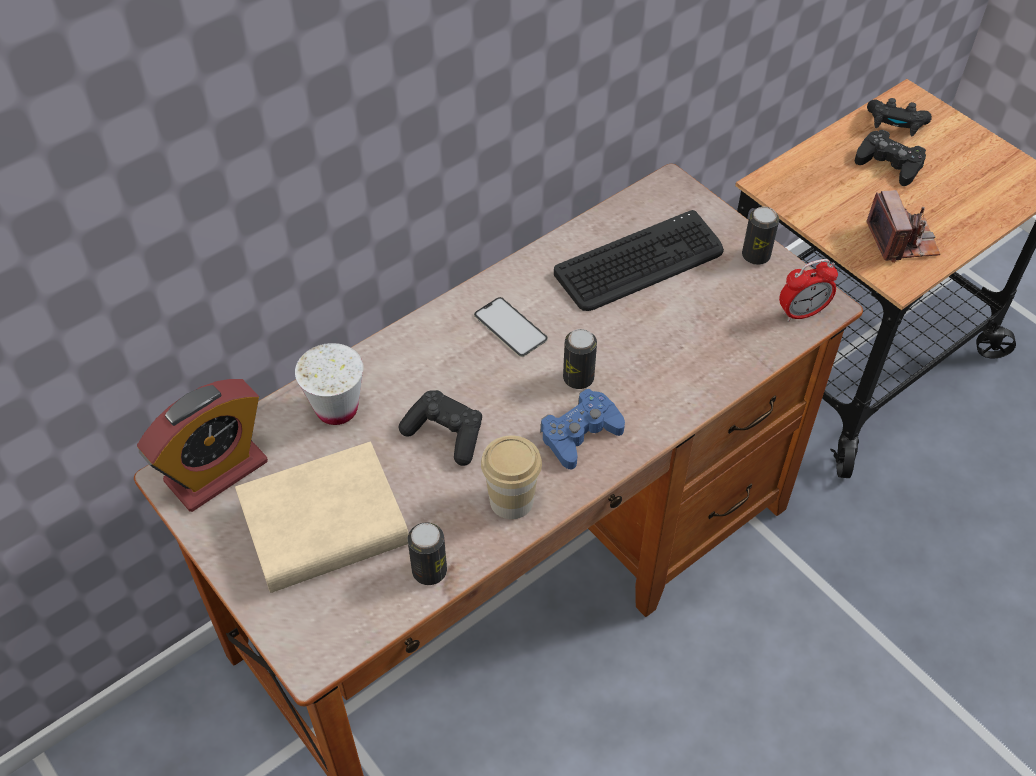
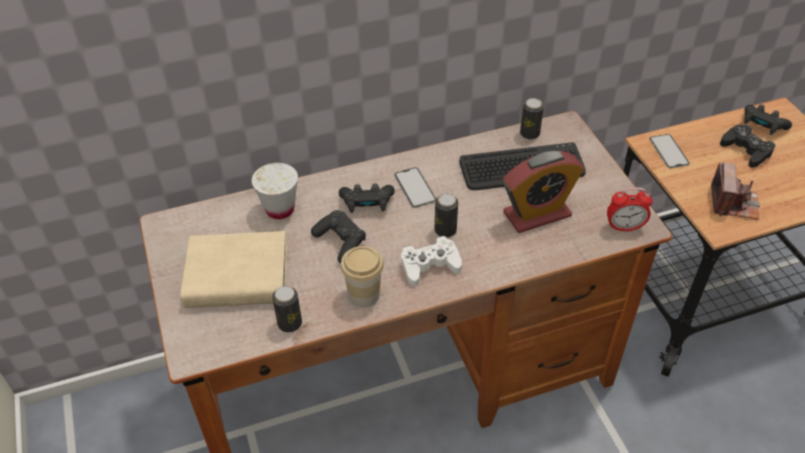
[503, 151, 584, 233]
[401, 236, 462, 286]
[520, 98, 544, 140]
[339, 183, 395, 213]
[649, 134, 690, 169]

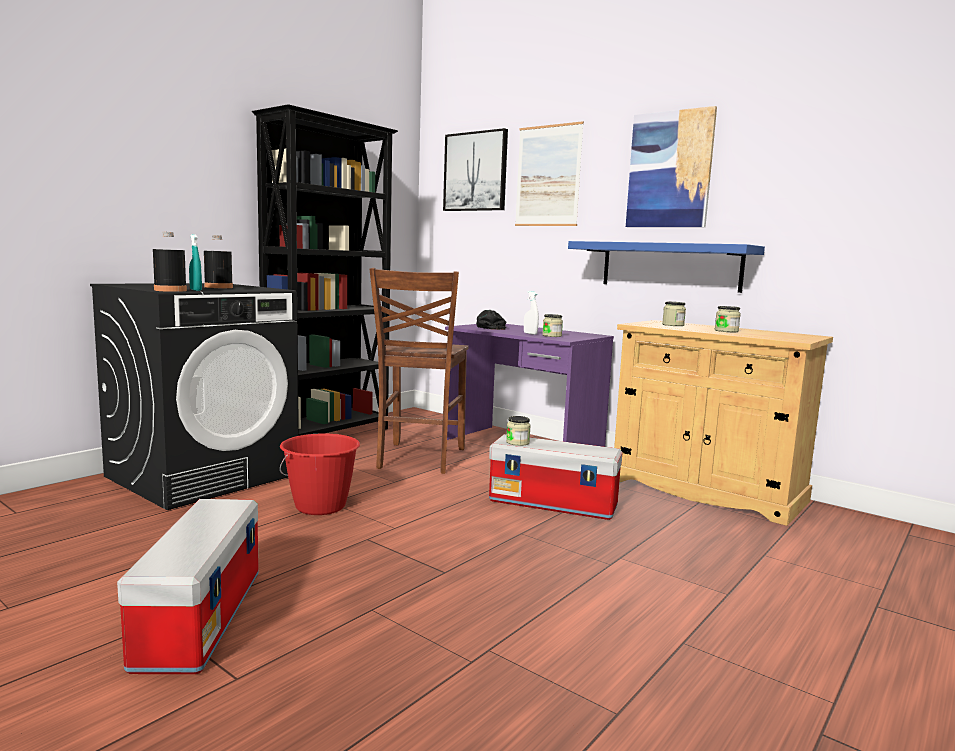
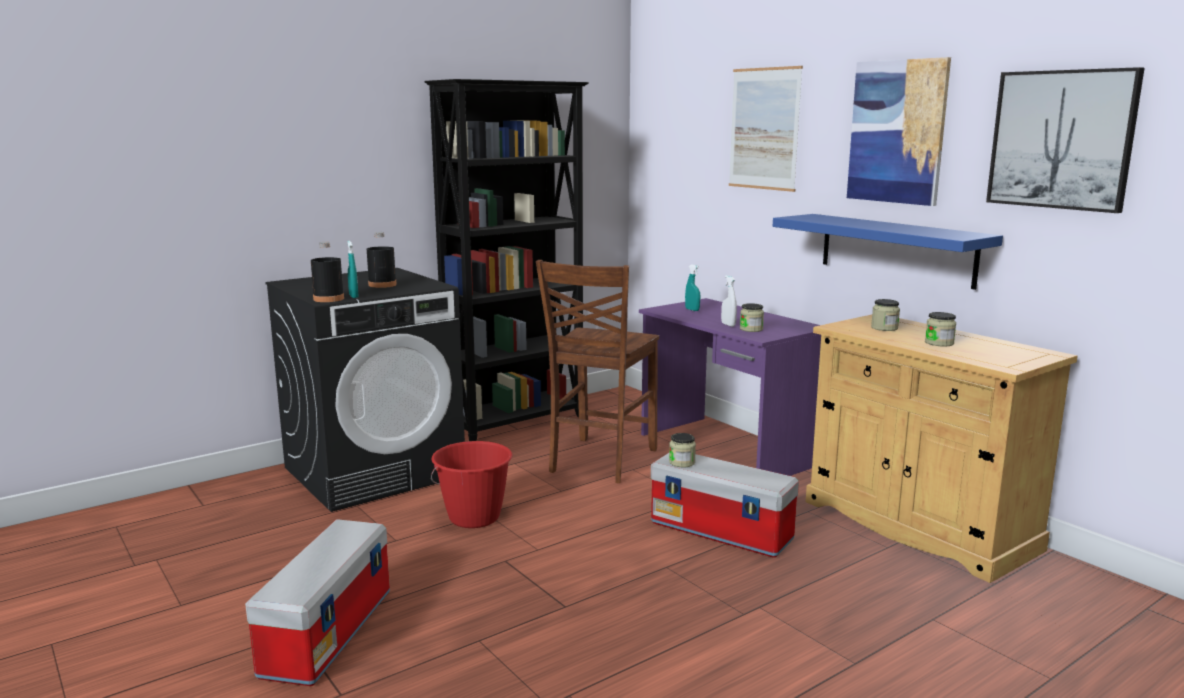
[986, 67, 1144, 213]
[685, 264, 700, 311]

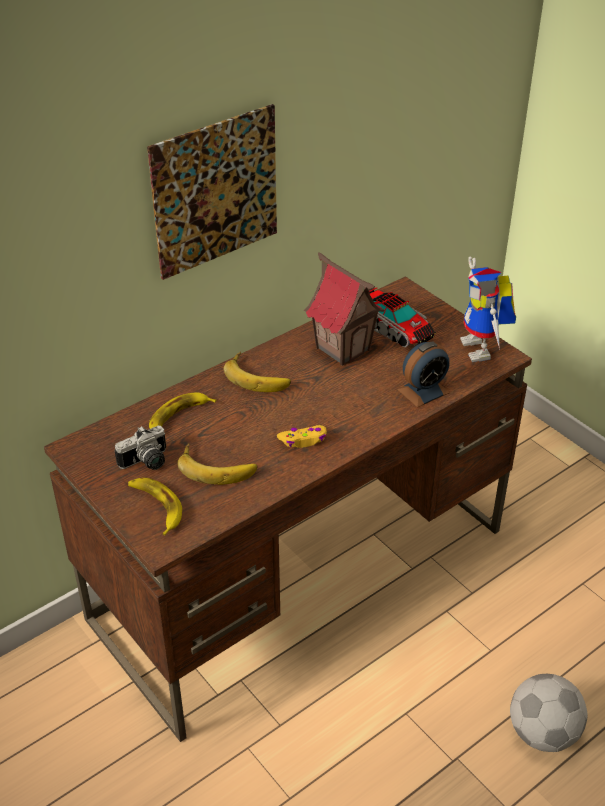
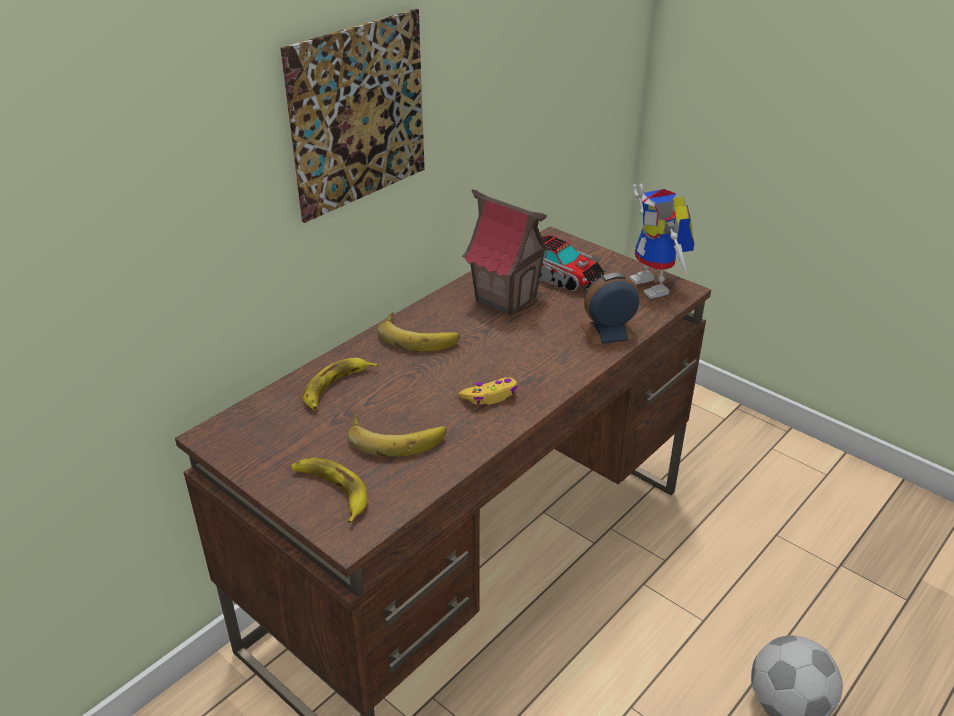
[115, 426, 166, 470] (first image)
[581, 273, 639, 346]

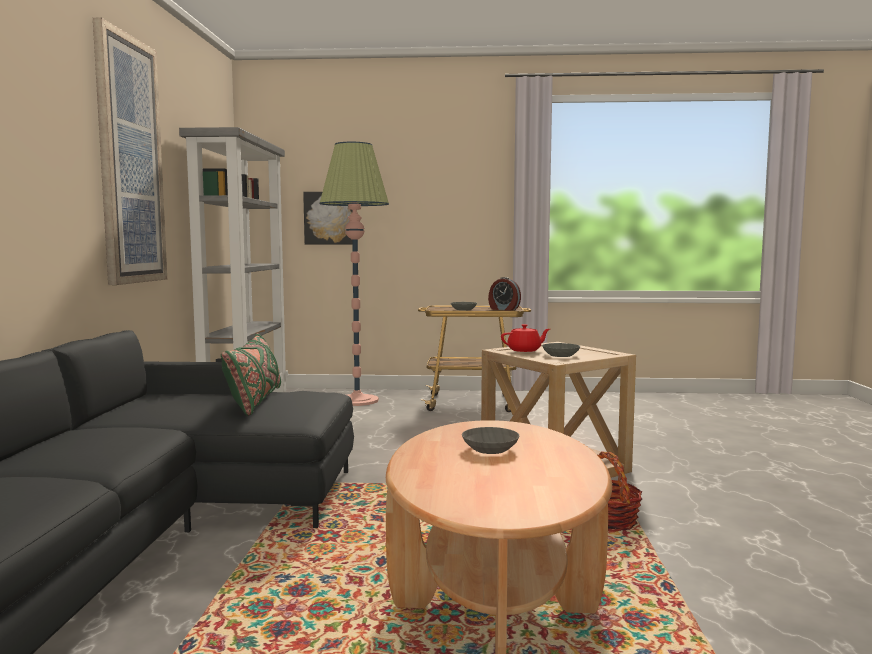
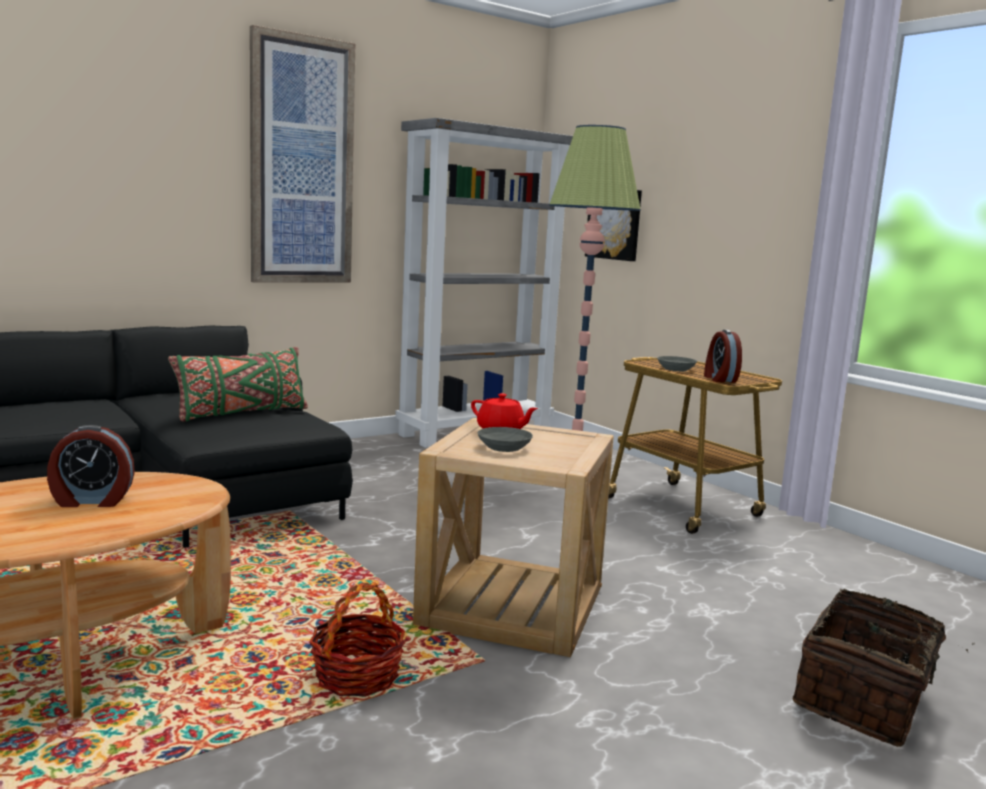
[47, 425, 135, 507]
[793, 589, 973, 747]

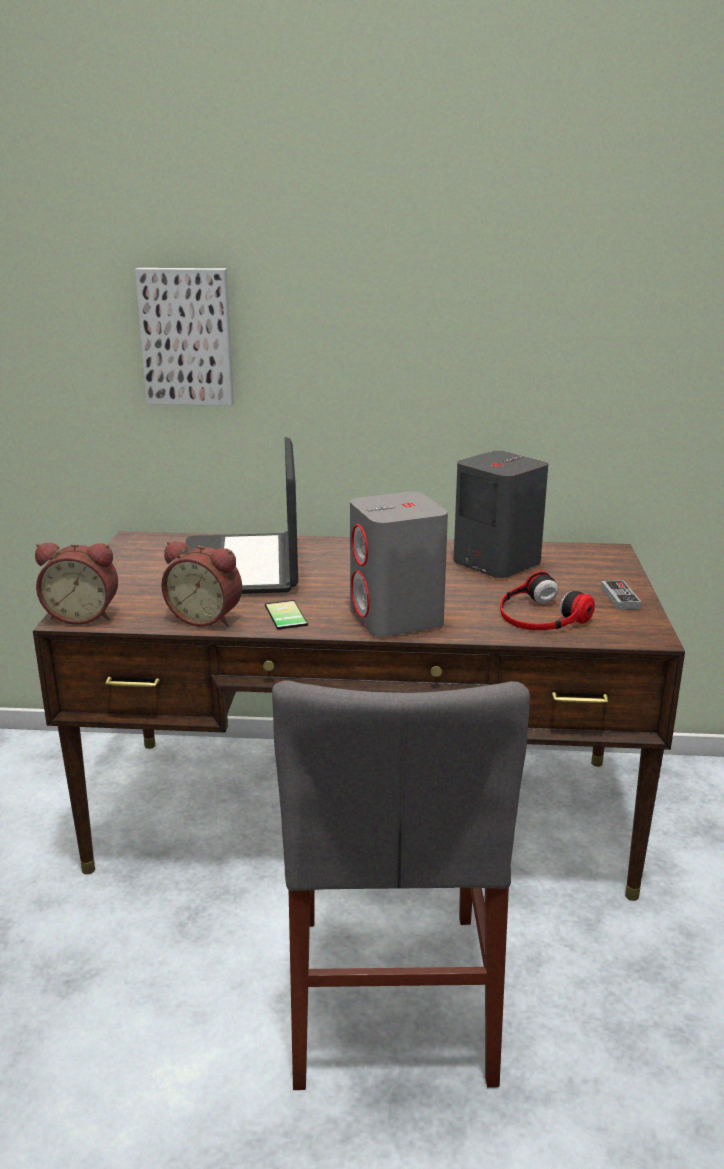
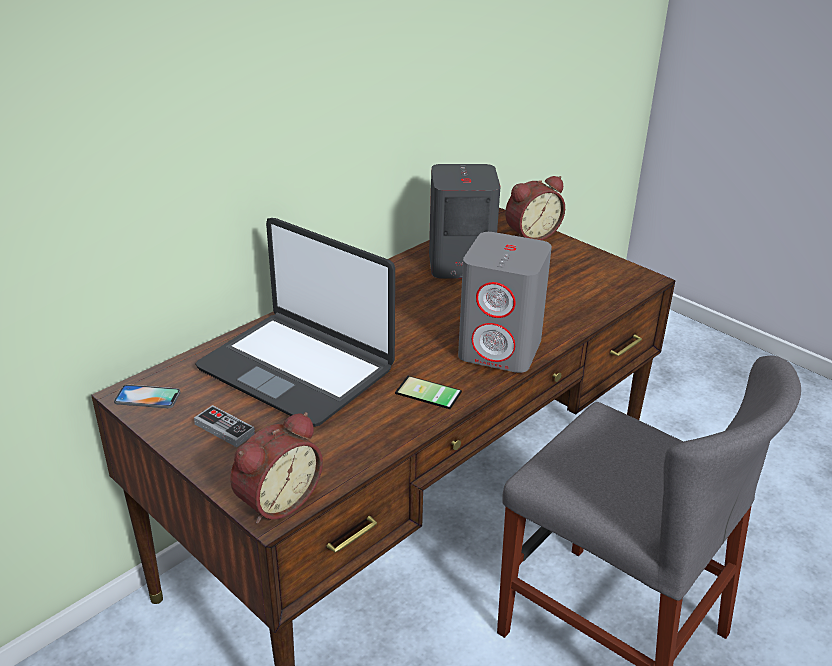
[135, 268, 234, 406] (first image)
[505, 176, 565, 240]
[500, 571, 595, 630] (first image)
[194, 405, 255, 447]
[114, 384, 181, 408]

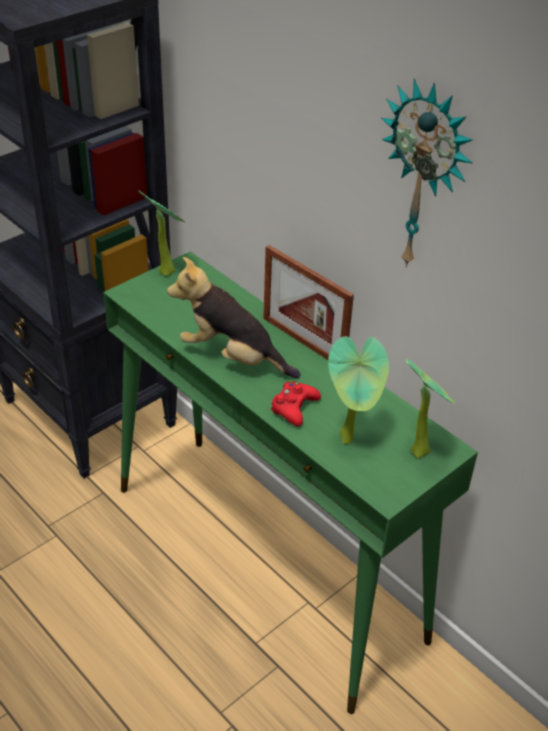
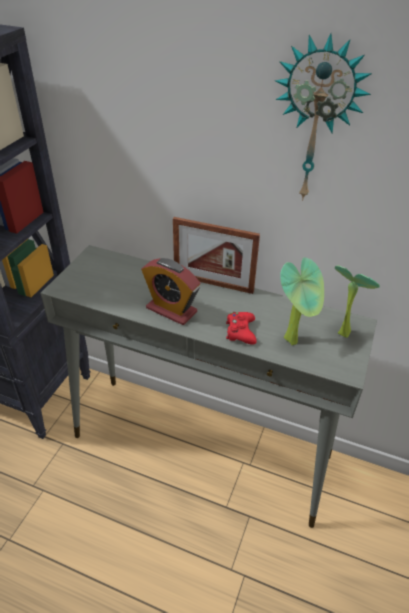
[40, 245, 377, 528]
[139, 191, 185, 277] (first image)
[141, 258, 200, 325]

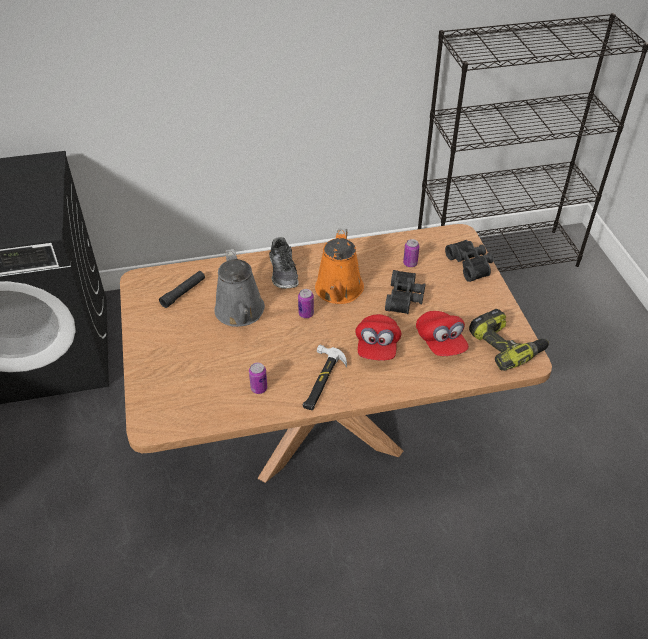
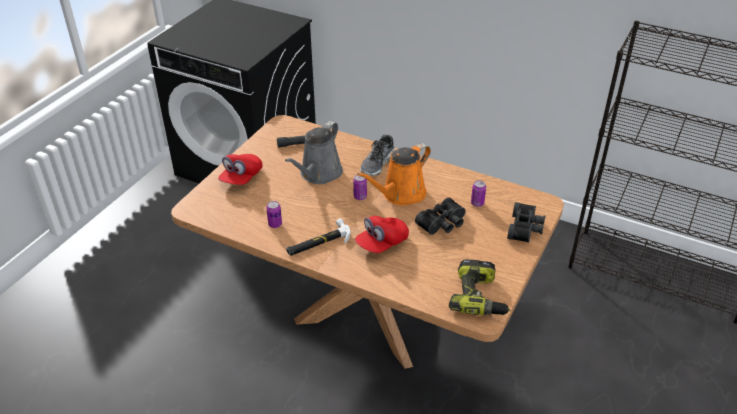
[218, 154, 263, 185]

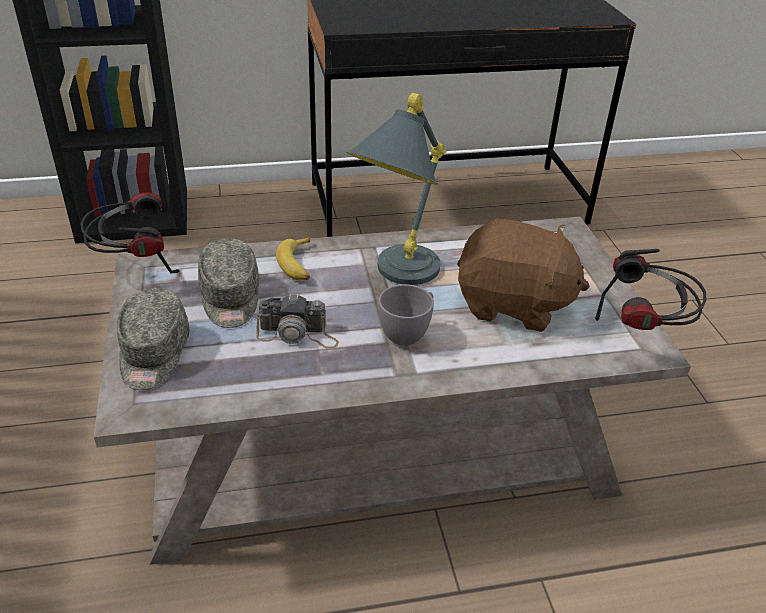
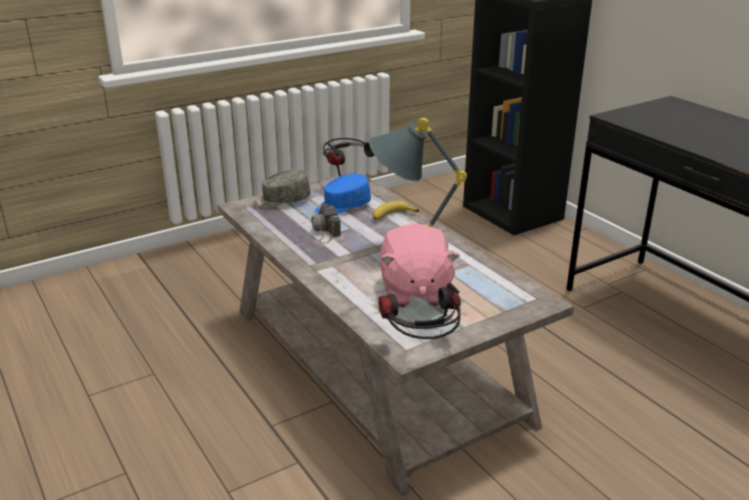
[315, 174, 371, 214]
[379, 284, 434, 346] (first image)
[380, 223, 460, 307]

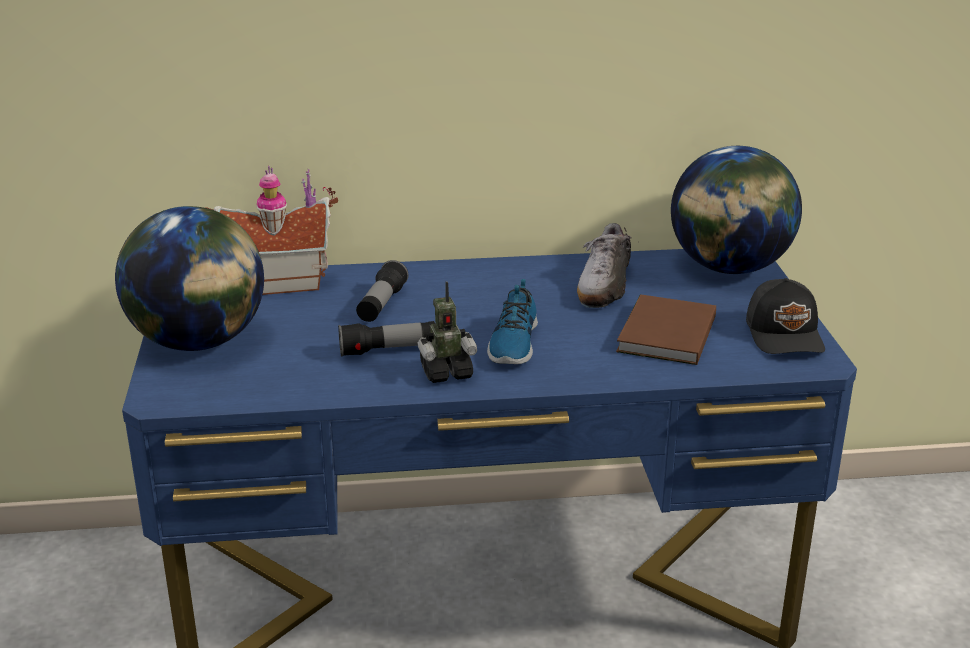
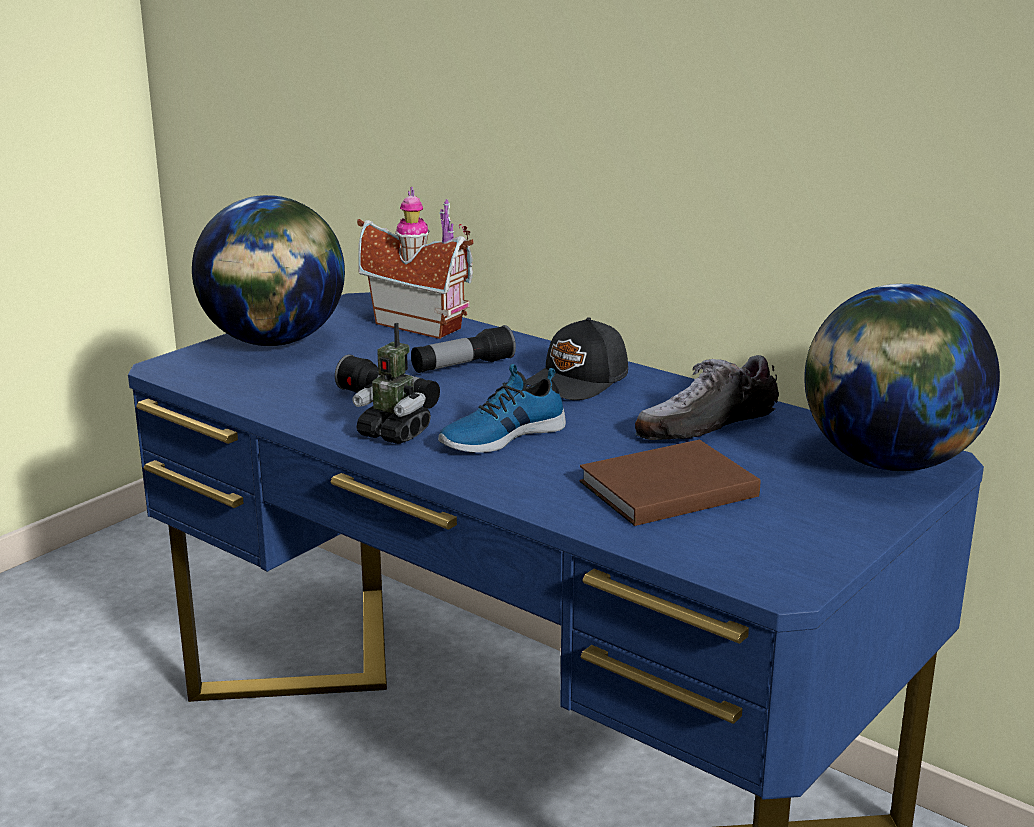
[526, 317, 628, 400]

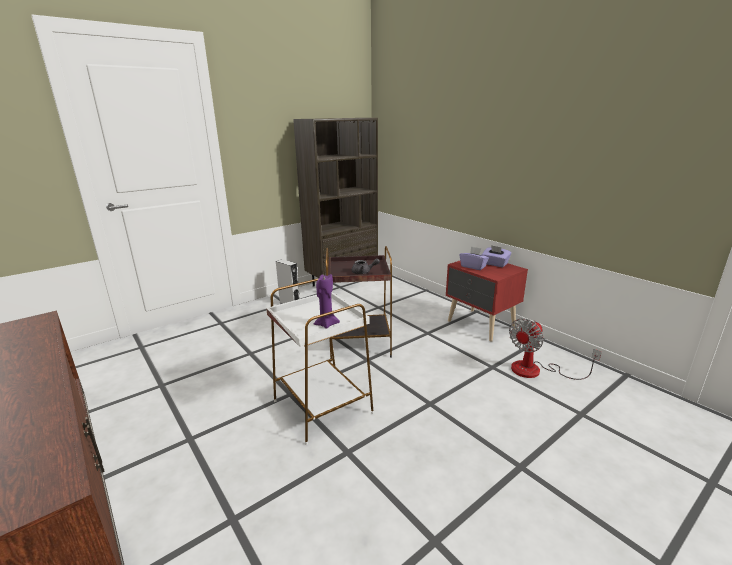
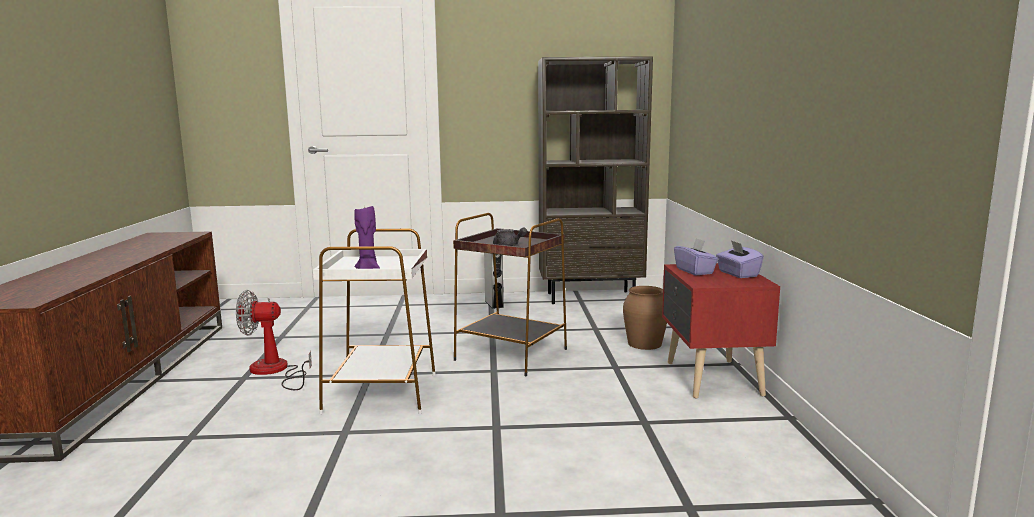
[236, 290, 312, 390]
[623, 286, 667, 350]

